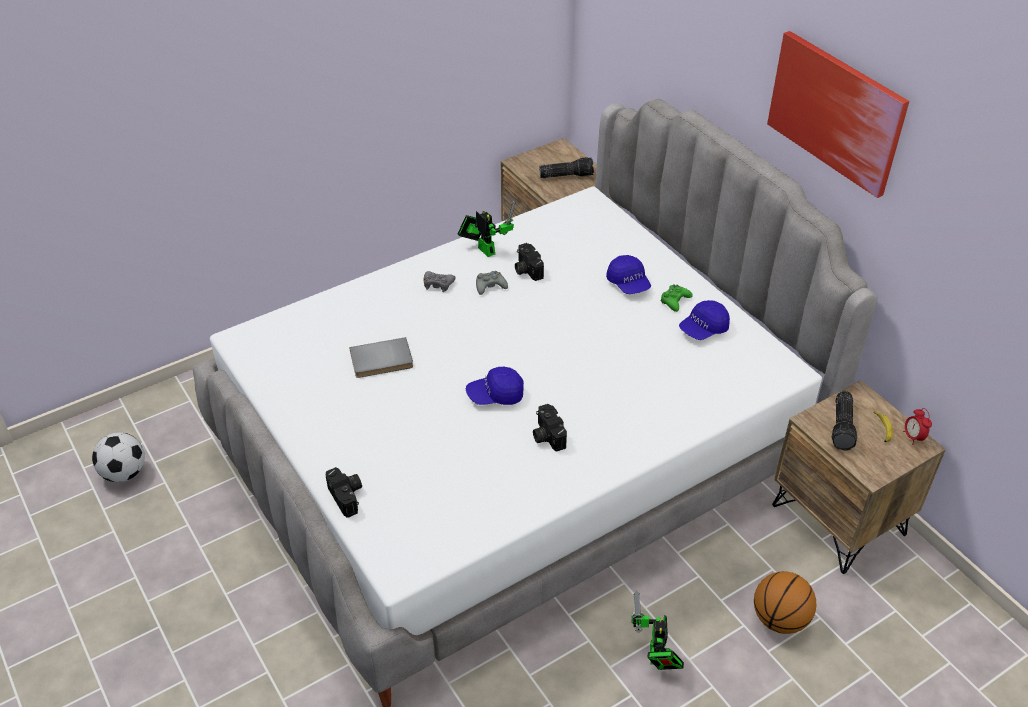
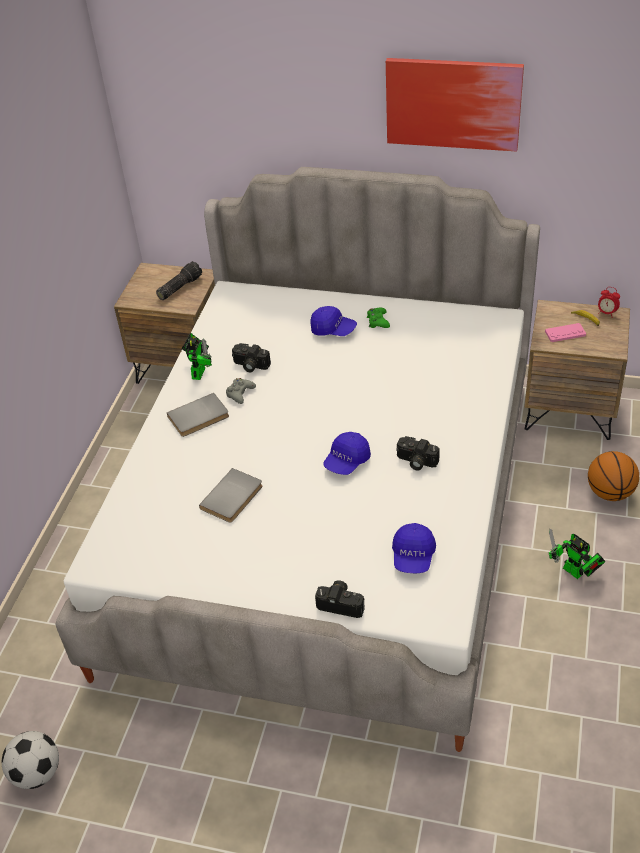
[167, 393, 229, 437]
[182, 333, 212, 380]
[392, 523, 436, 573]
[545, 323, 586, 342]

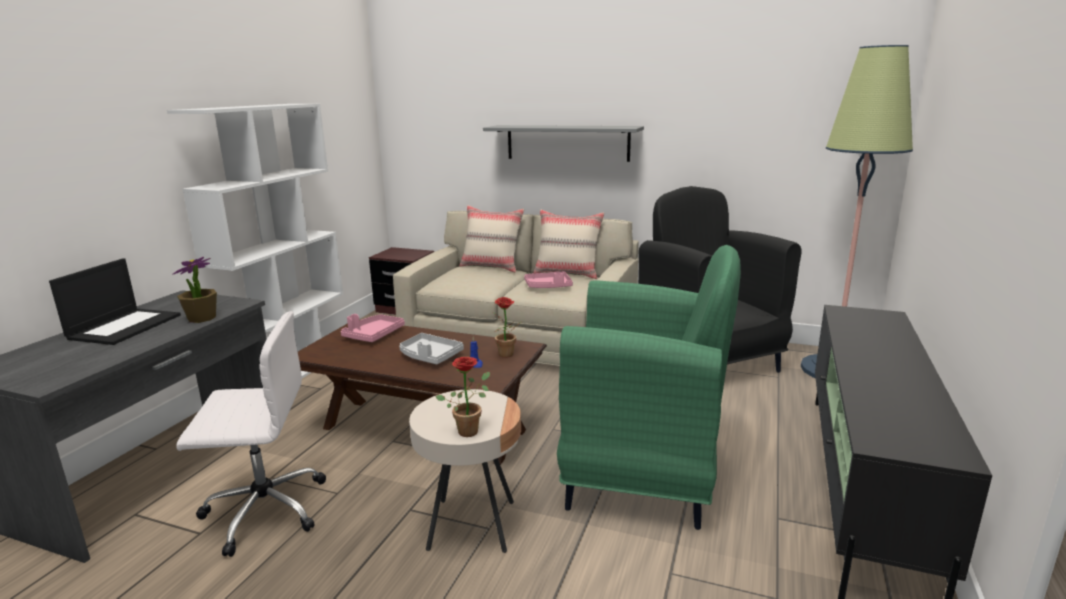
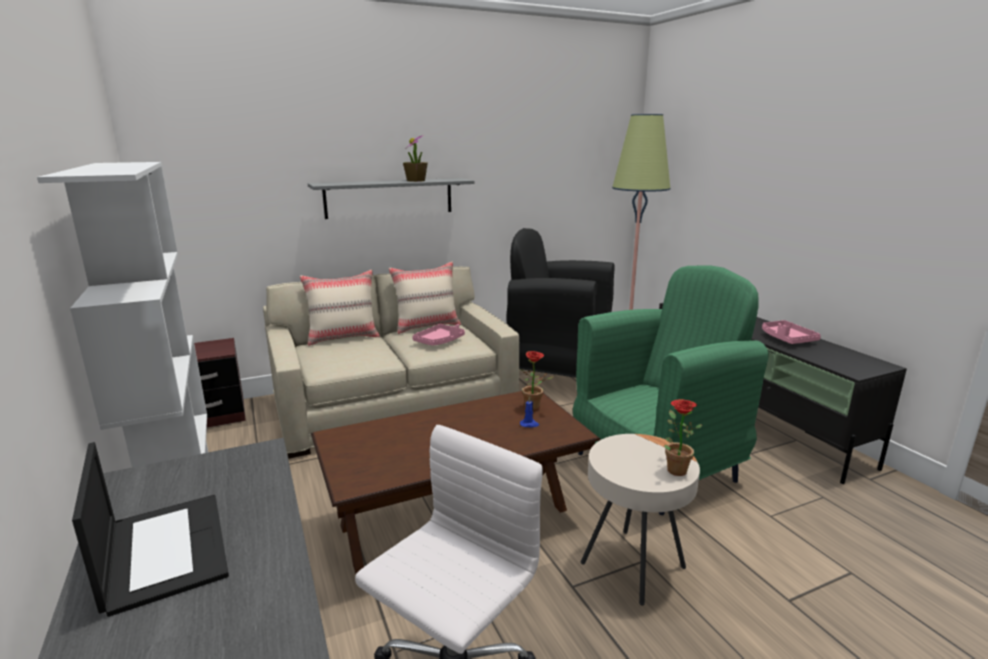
[403, 135, 428, 182]
[762, 320, 821, 344]
[399, 333, 464, 364] (first image)

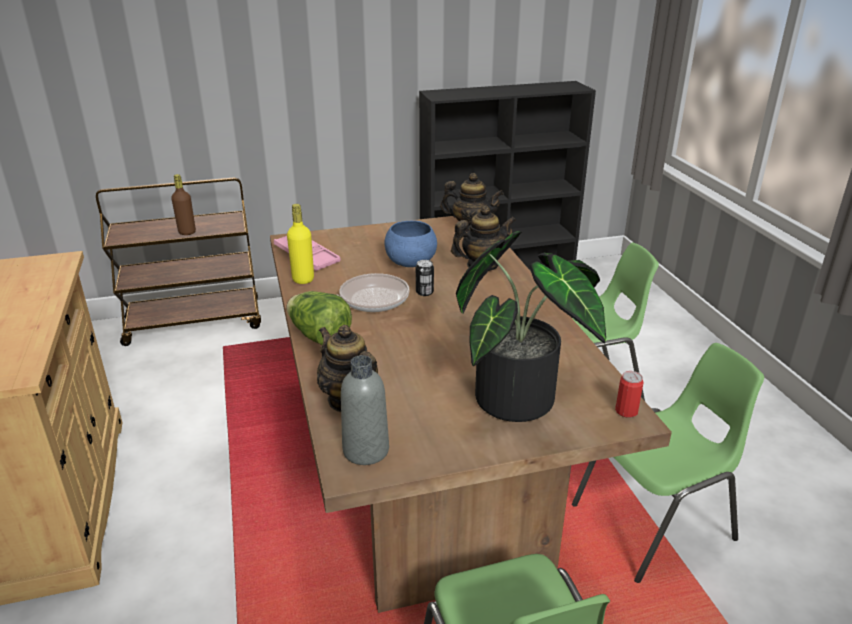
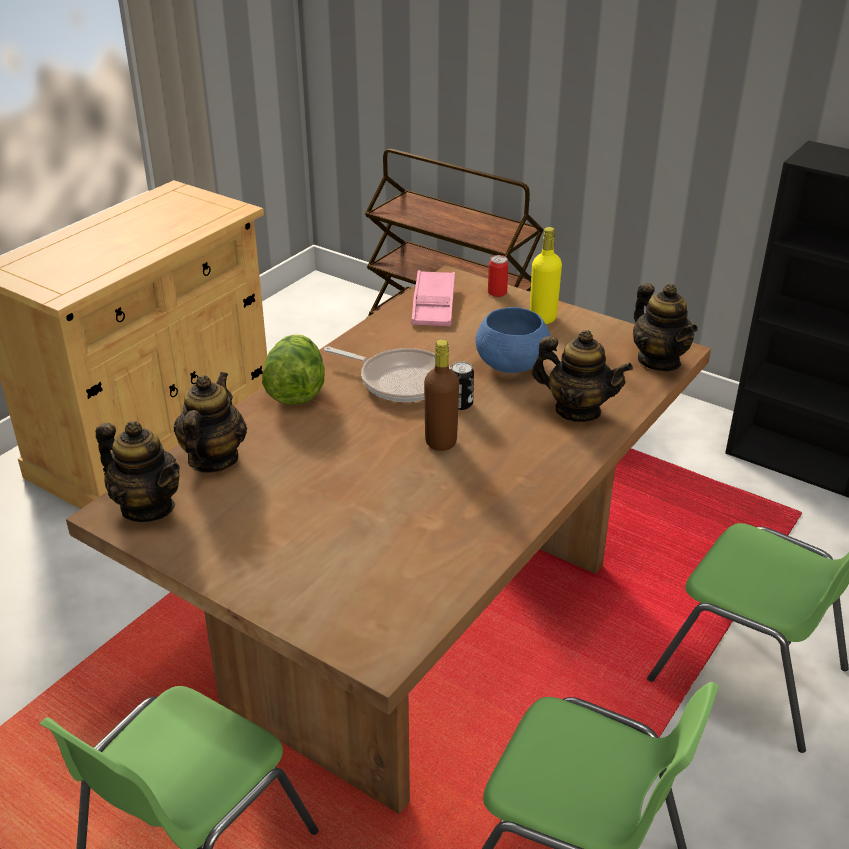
[424, 340, 459, 451]
[530, 227, 562, 324]
[95, 421, 180, 522]
[456, 231, 606, 422] (first image)
[488, 255, 508, 297]

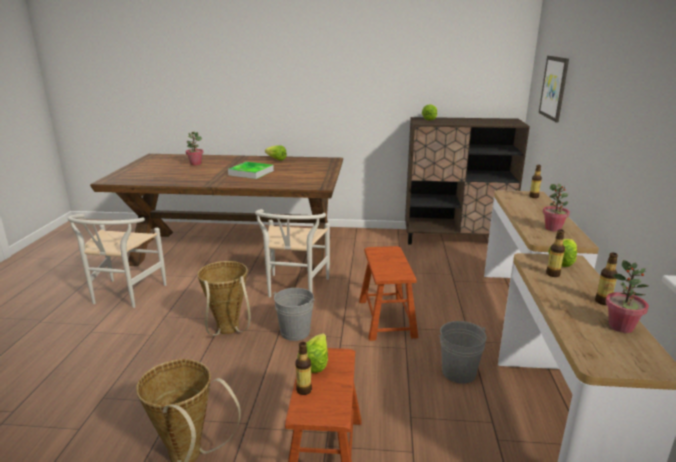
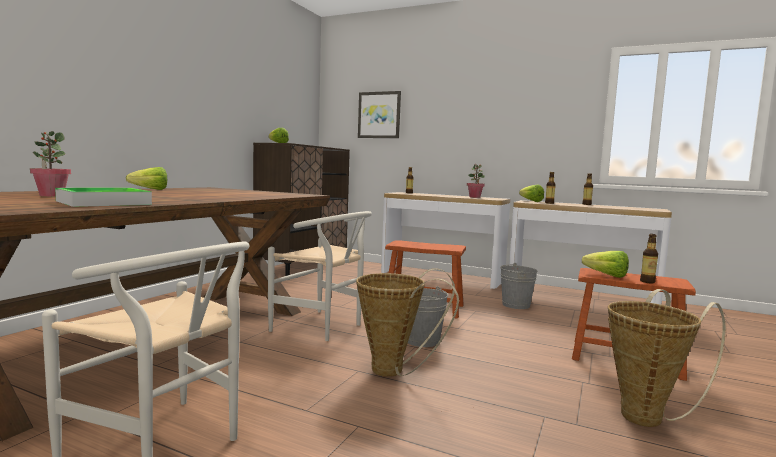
[55, 188, 152, 207]
[605, 260, 649, 333] (first image)

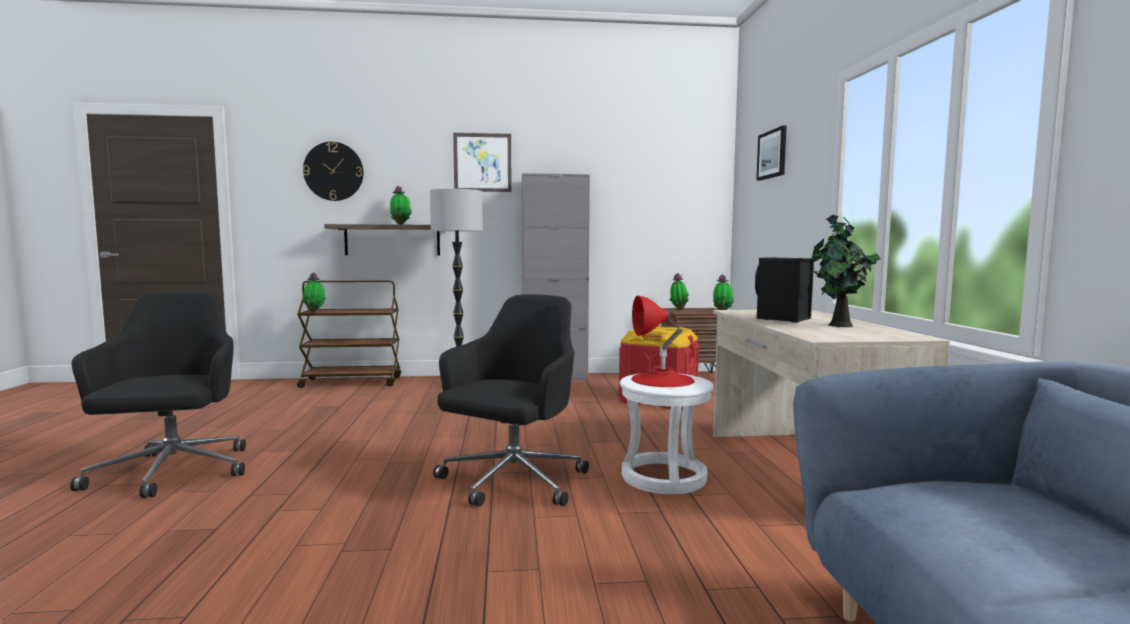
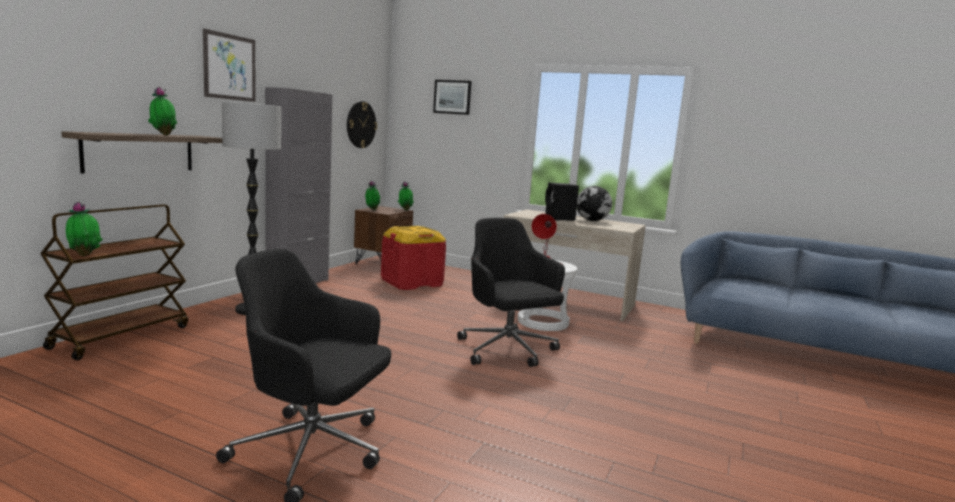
[347, 101, 377, 148]
[577, 186, 612, 221]

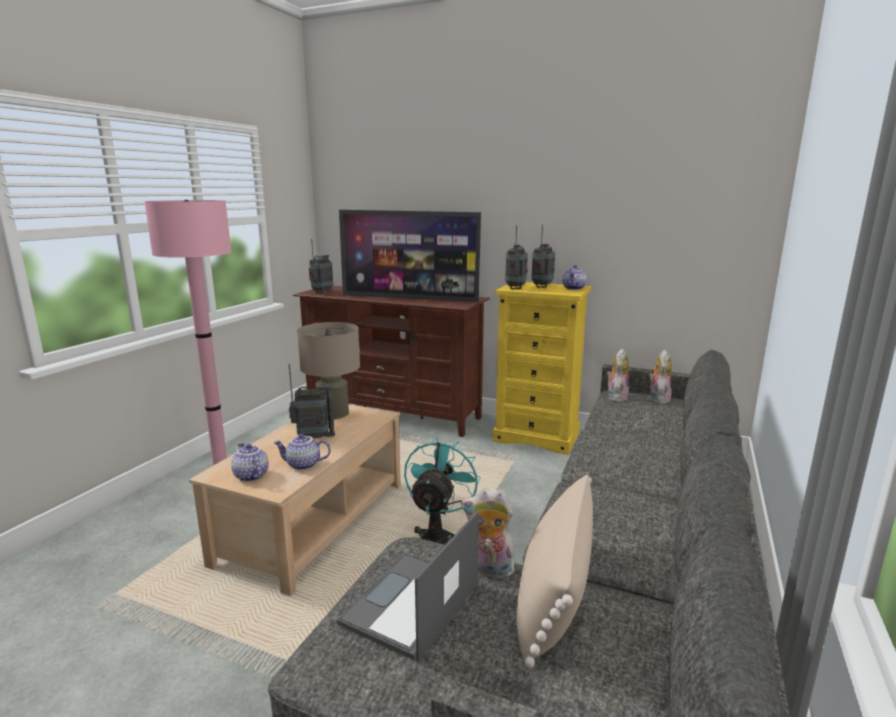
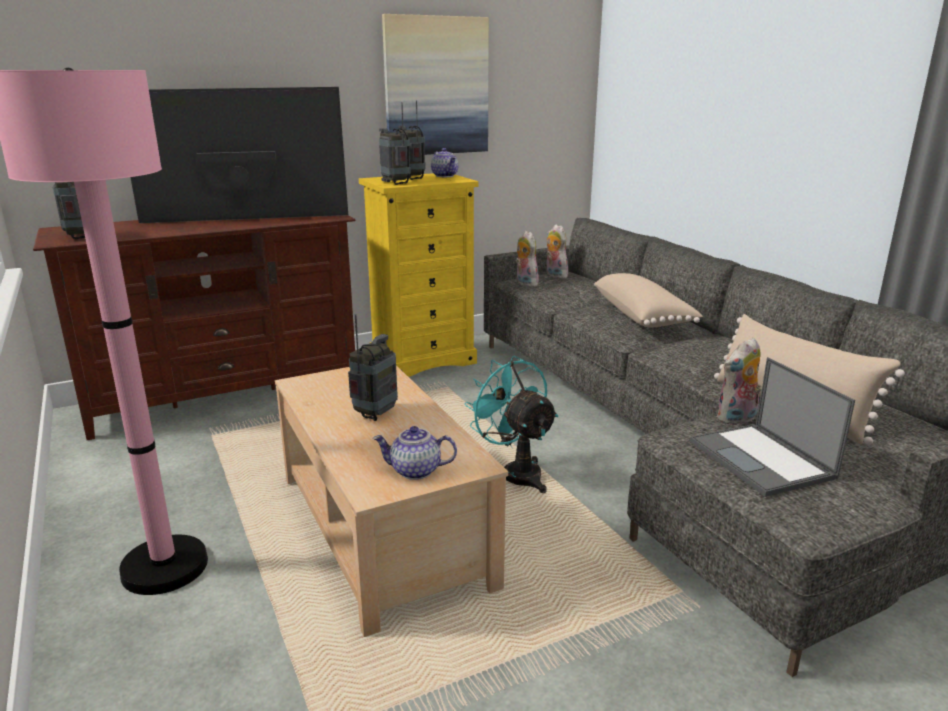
[273, 434, 331, 470] (first image)
[297, 322, 360, 419] (first image)
[130, 87, 348, 223]
[382, 14, 489, 155]
[594, 273, 703, 328]

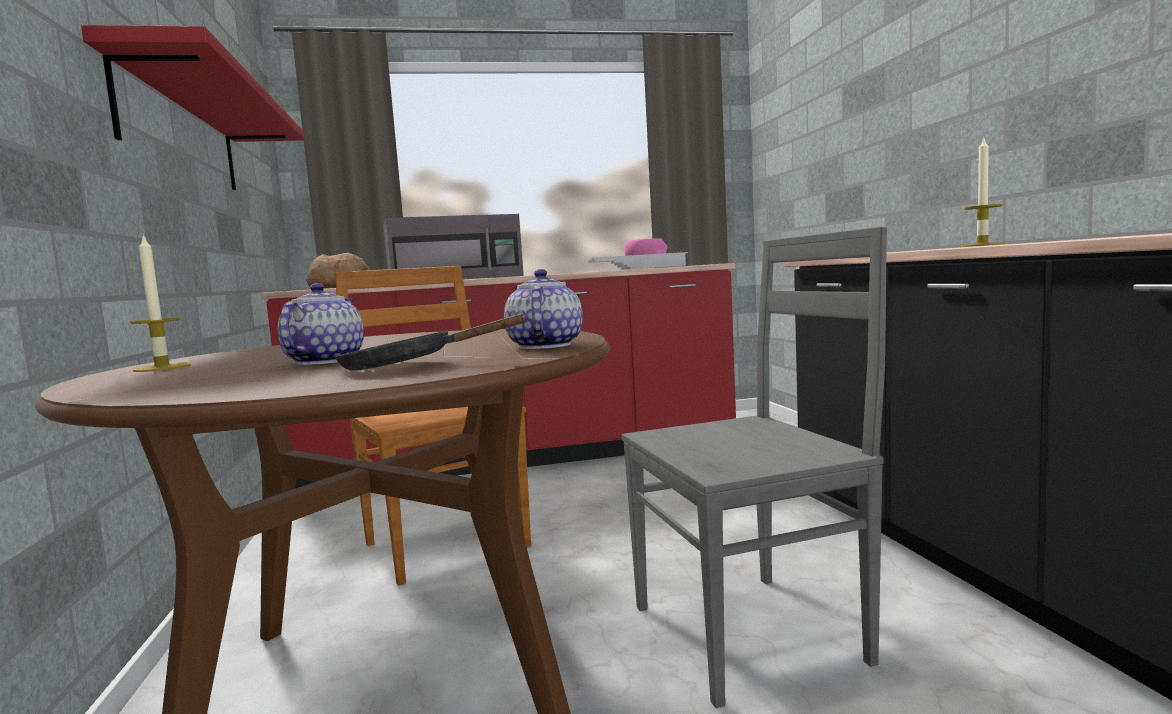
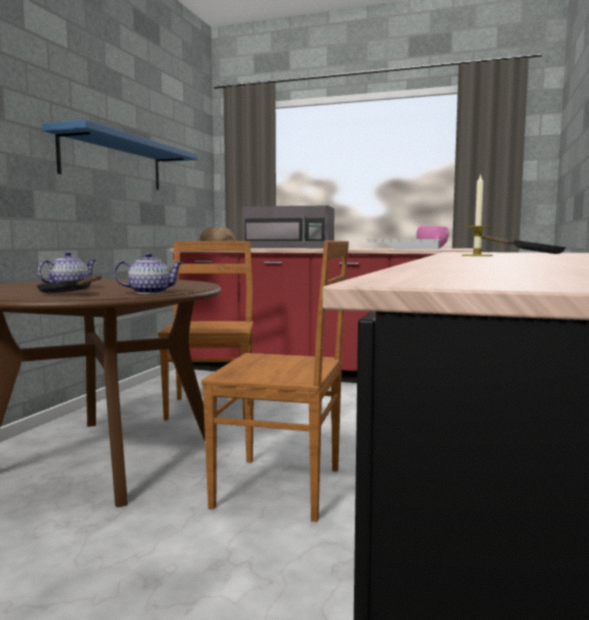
[42, 120, 198, 190]
[130, 234, 191, 372] (first image)
[114, 253, 183, 294]
[201, 241, 349, 522]
[482, 235, 566, 254]

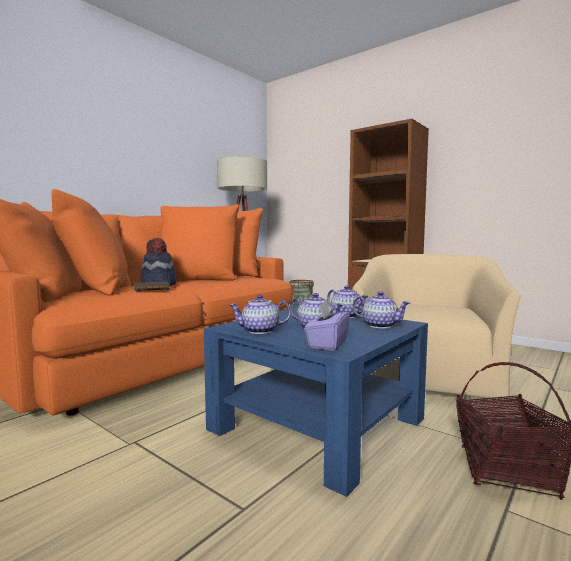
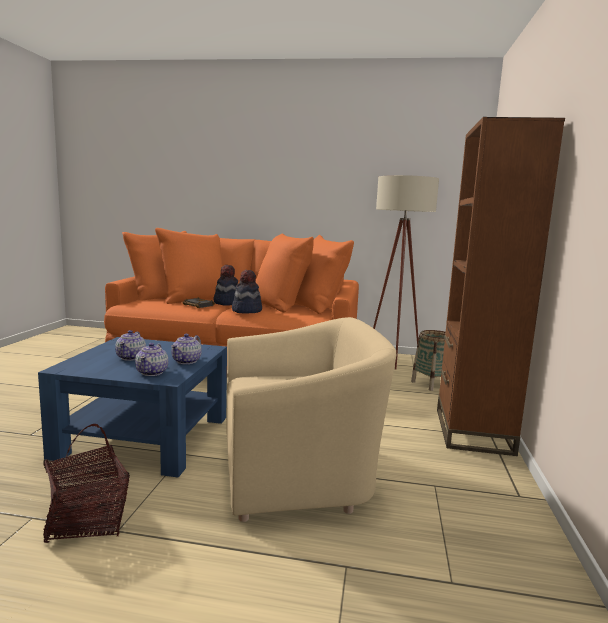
[229, 295, 291, 334] (first image)
[304, 301, 350, 351] (first image)
[232, 270, 262, 313]

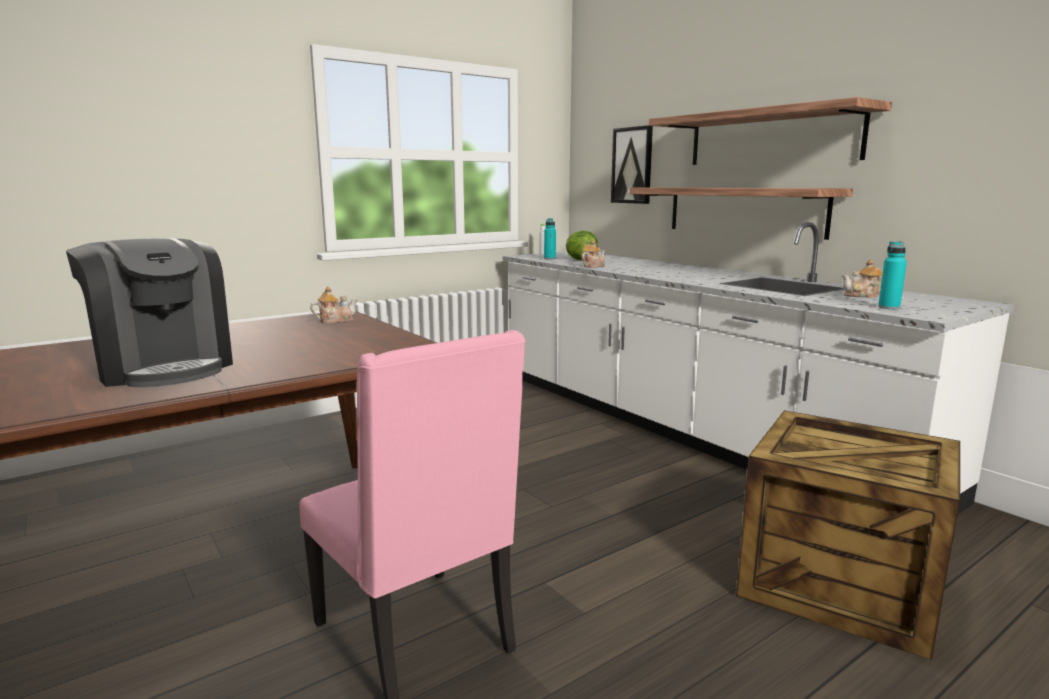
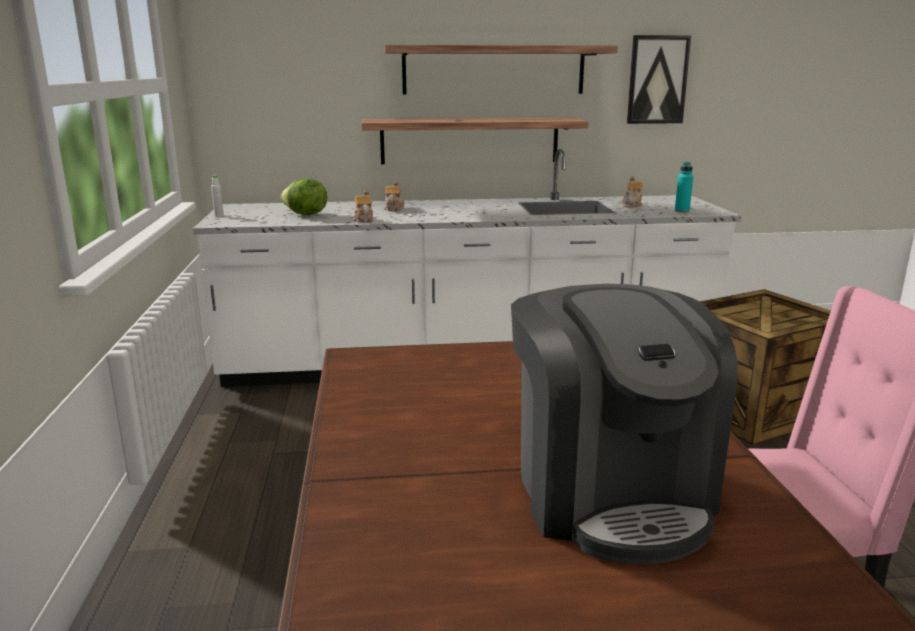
[511, 284, 738, 564]
[384, 181, 404, 211]
[544, 218, 556, 260] (first image)
[627, 35, 691, 124]

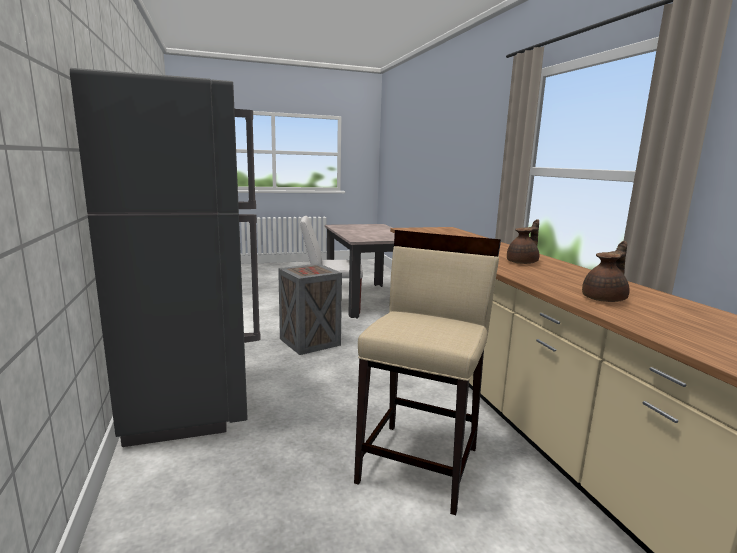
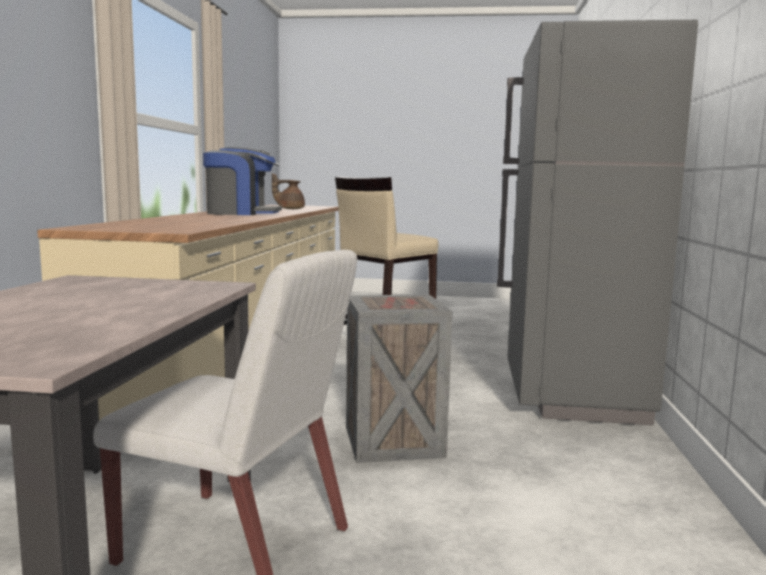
[203, 147, 282, 215]

